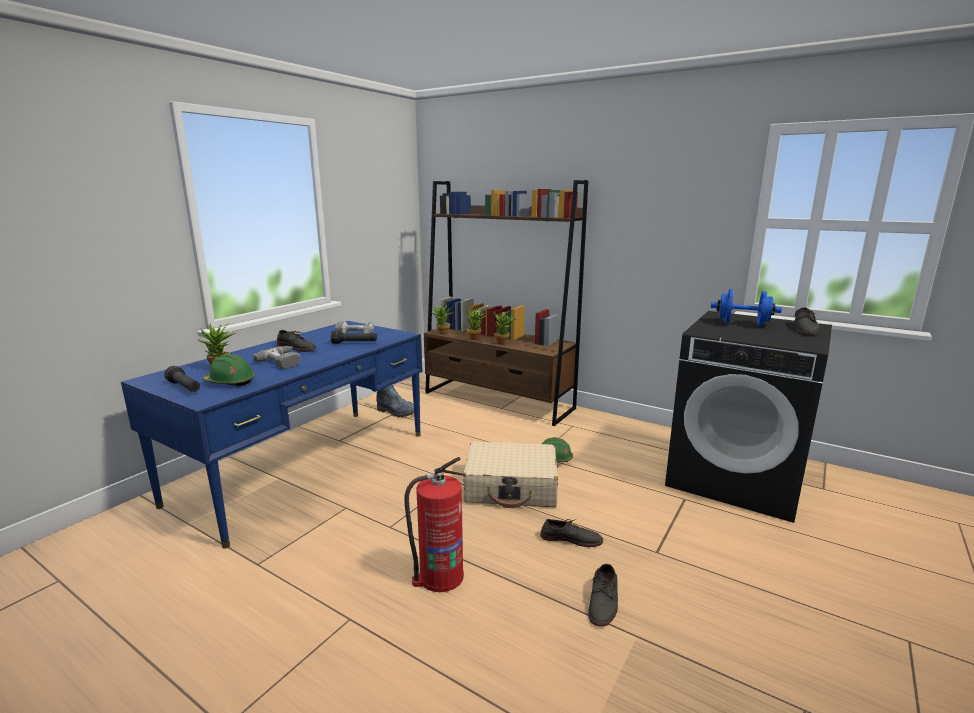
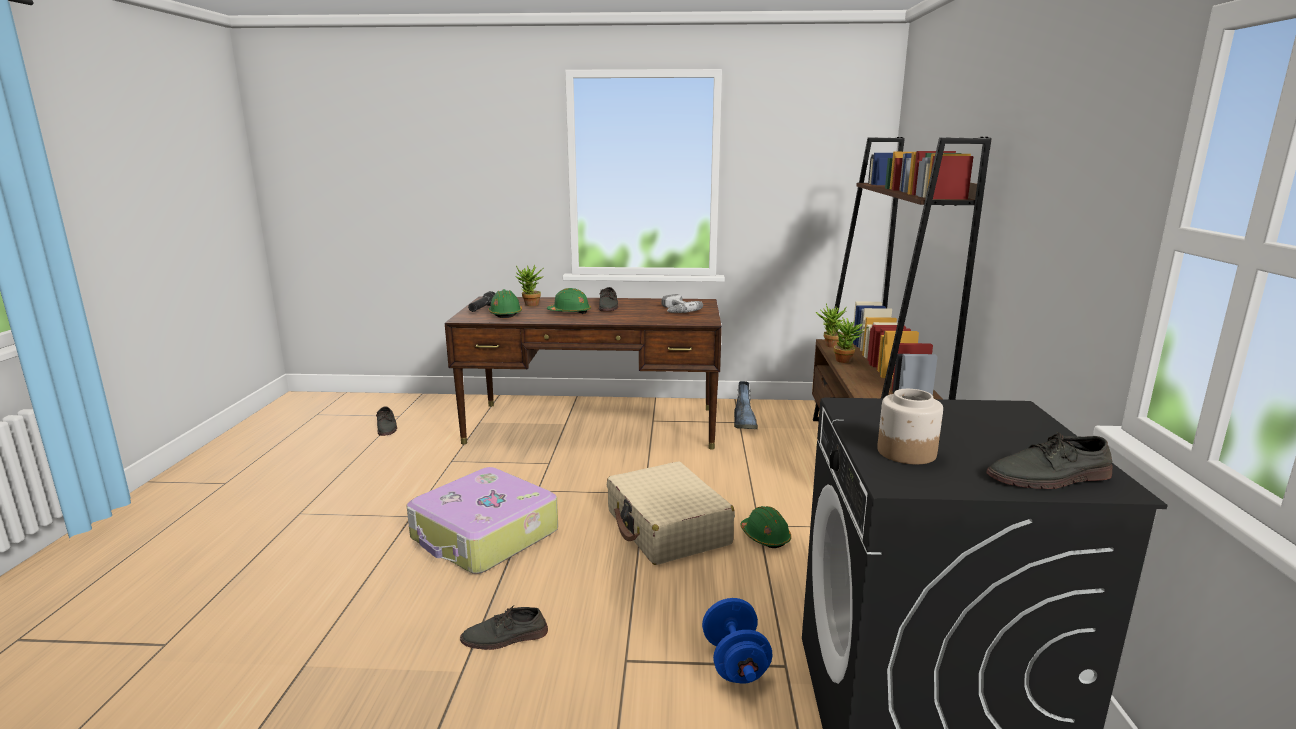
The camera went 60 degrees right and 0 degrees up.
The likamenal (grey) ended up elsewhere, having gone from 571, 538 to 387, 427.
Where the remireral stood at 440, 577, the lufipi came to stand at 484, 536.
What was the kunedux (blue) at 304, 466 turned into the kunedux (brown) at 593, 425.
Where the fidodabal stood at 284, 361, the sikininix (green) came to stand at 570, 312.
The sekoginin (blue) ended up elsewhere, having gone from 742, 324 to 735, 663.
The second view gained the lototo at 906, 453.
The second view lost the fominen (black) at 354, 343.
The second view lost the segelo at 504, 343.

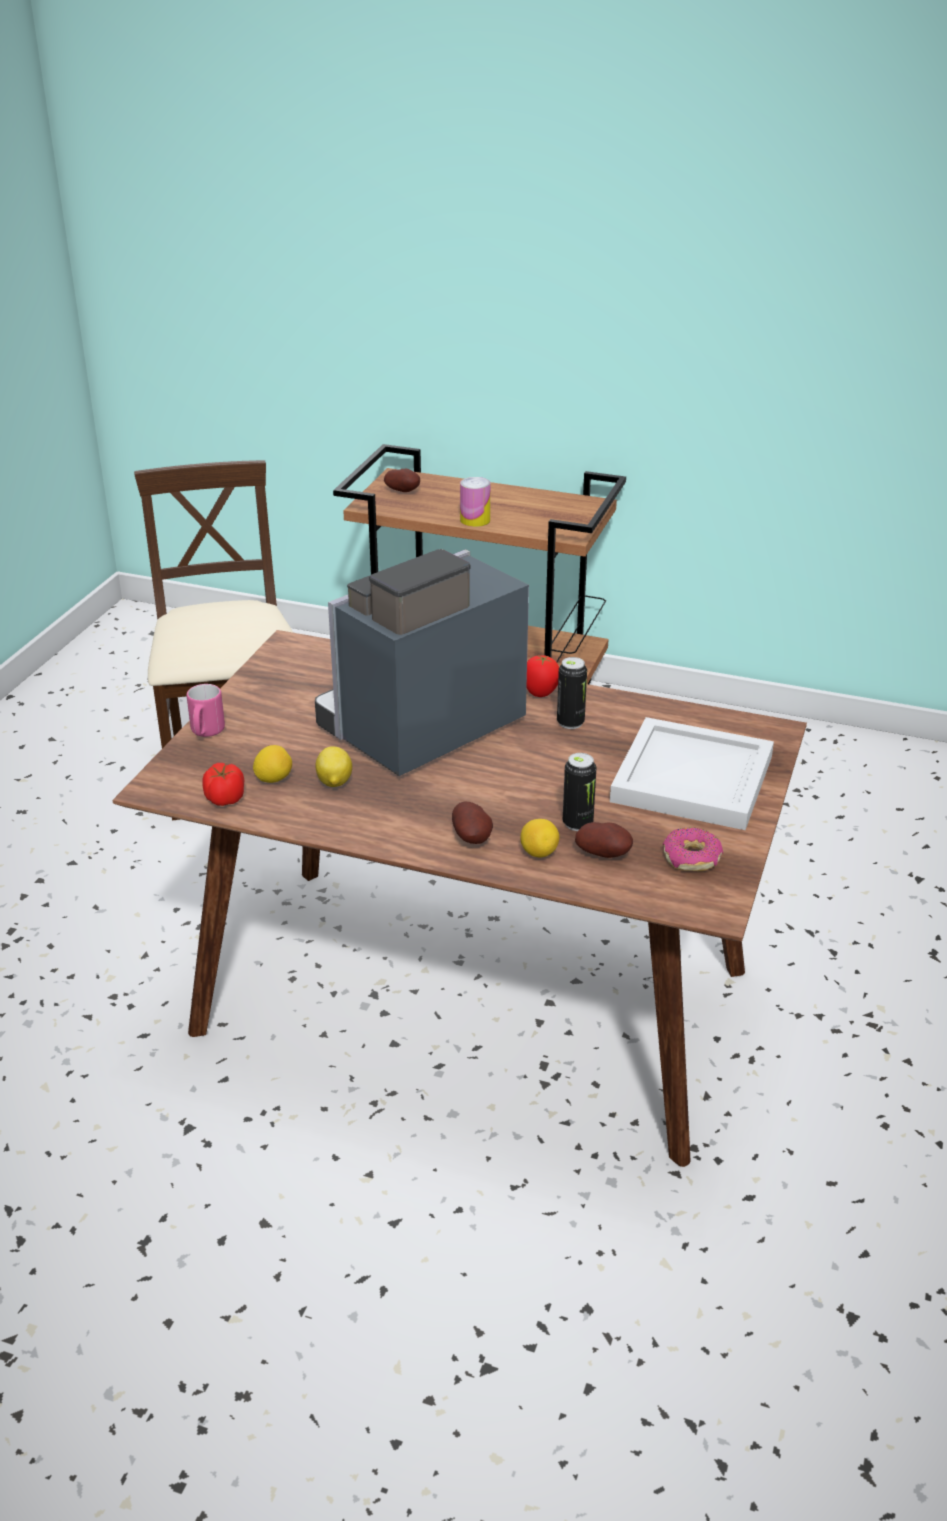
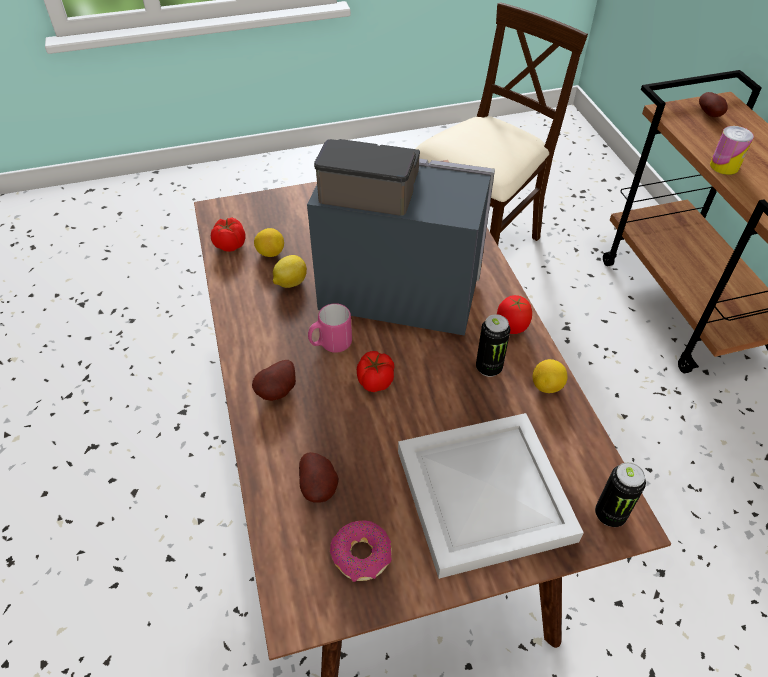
The camera went 55 degrees right and 15 degrees up.
The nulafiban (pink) ended up elsewhere, having gone from 206, 733 to 330, 344.
The second view gained the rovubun at 375, 382.
The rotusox ended up elsewhere, having gone from 539, 853 to 547, 386.
The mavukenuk ended up elsewhere, having gone from 577, 823 to 610, 514.

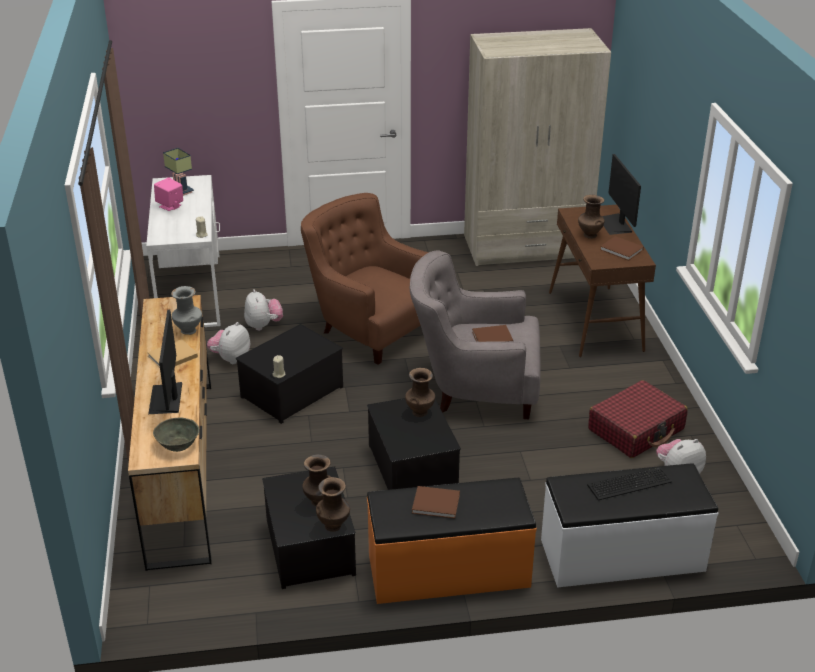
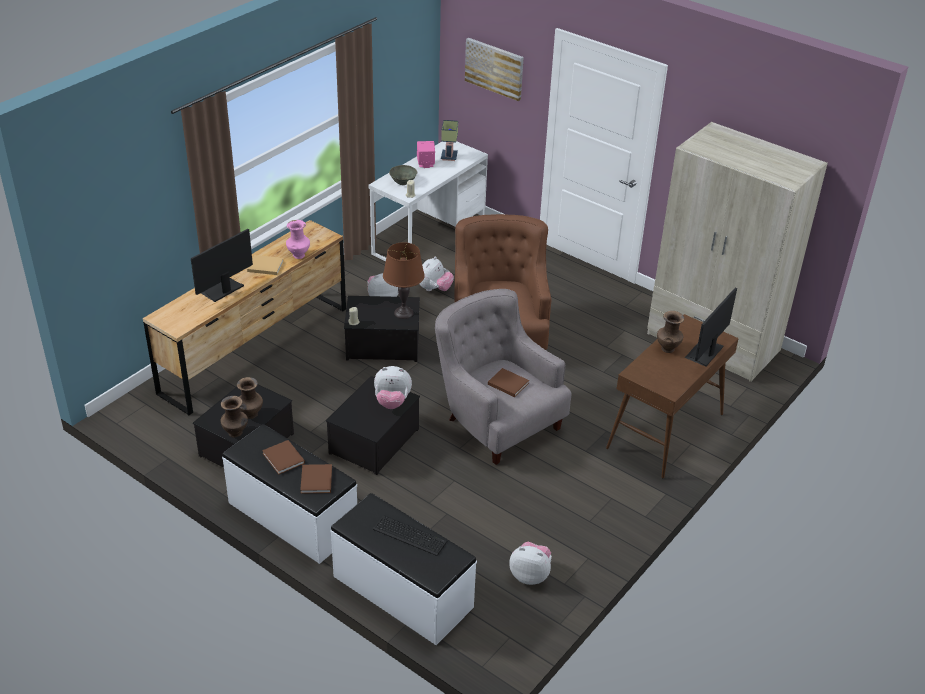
The camera went 45 degrees right and 5 degrees up.
What was the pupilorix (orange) at 448, 571 turned into the pupilorix (white) at 292, 517.
What was the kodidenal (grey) at 189, 331 turned into the kodidenal (pink) at 298, 256.
The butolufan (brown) ended up elsewhere, having gone from 622, 250 to 316, 481.
Where the kodidenal (brown) stood at 420, 411, the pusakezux came to stand at 392, 402.
The second view gained the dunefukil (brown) at 403, 313.
The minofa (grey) ended up elsewhere, having gone from 177, 445 to 402, 181.
The second view gained the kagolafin at 494, 68.
The second view lost the lufipi (red) at 636, 429.

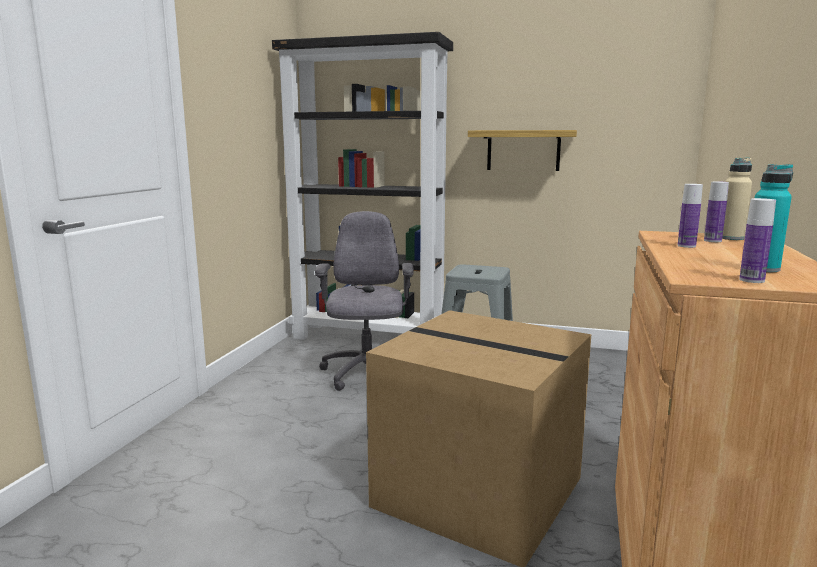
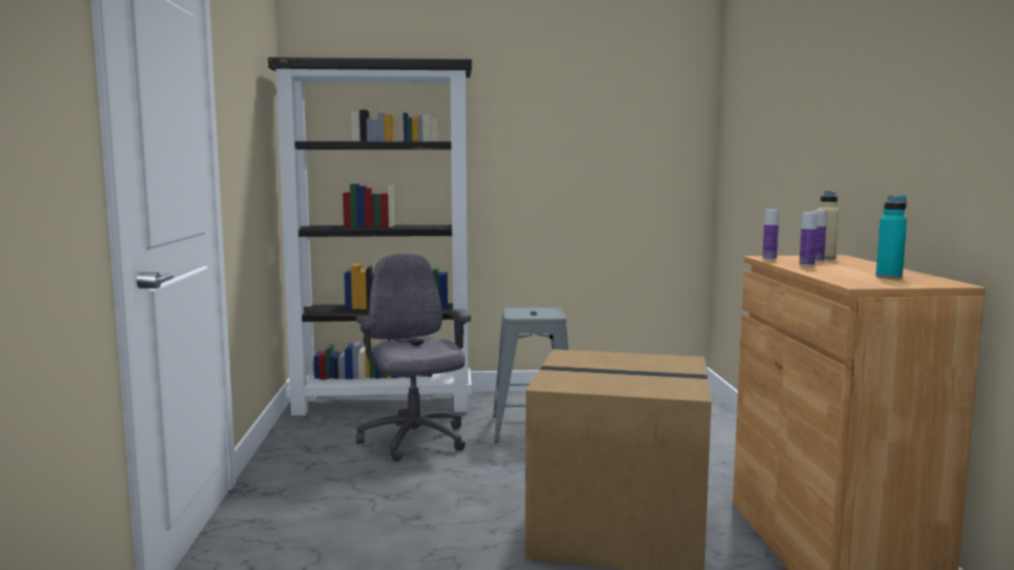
The camera went 20 degrees left and 5 degrees down.
The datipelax ended up elsewhere, having gone from 751, 280 to 769, 258.
The second view lost the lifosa at 523, 150.

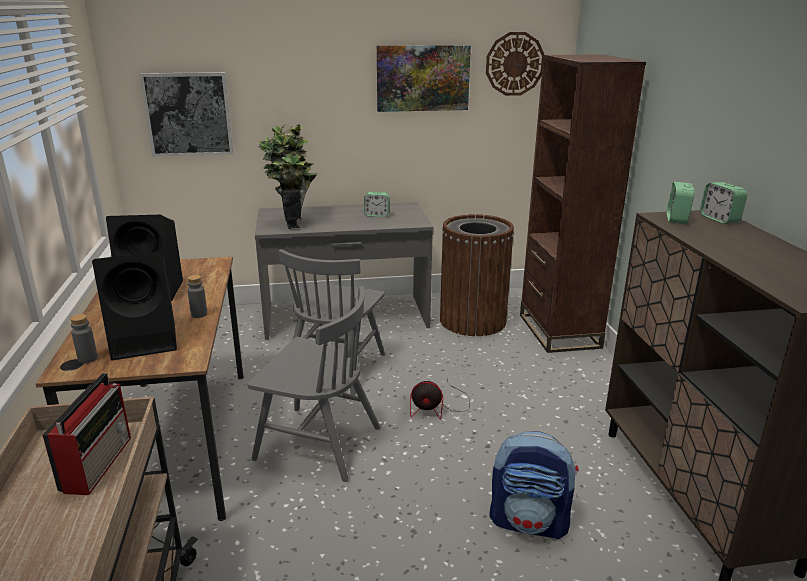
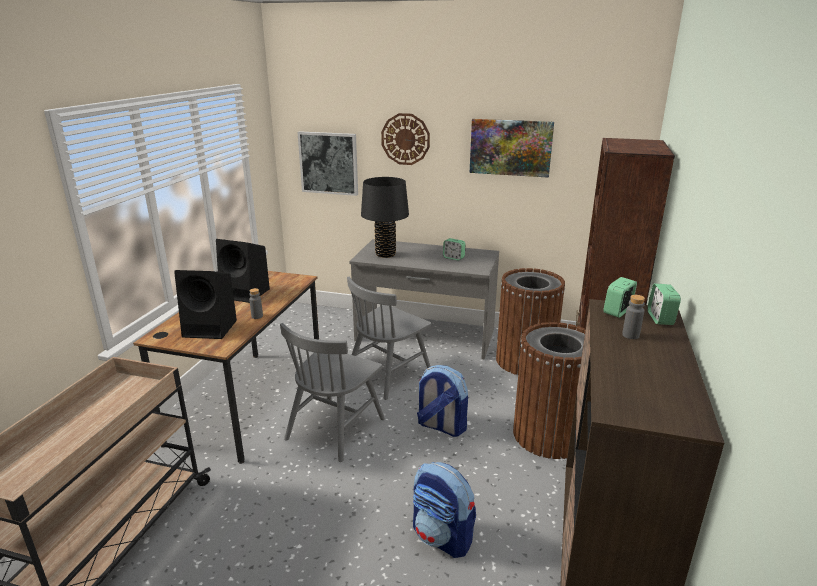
The camera went 25 degrees right and 0 degrees up.
The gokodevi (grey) at 317, 443 ended up facing another way, 75 degrees clockwise from before.
Where the segelo stood at 293, 222, the dunefukil (black) came to stand at 385, 254.
The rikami ended up elsewhere, having gone from 514, 64 to 405, 139.
Where the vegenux stood at 438, 407, the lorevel came to stand at 441, 426.
The second view gained the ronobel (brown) at 549, 435.
The datipelax (grey) ended up elsewhere, having gone from 88, 358 to 630, 335.
The second view lost the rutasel at 98, 462.

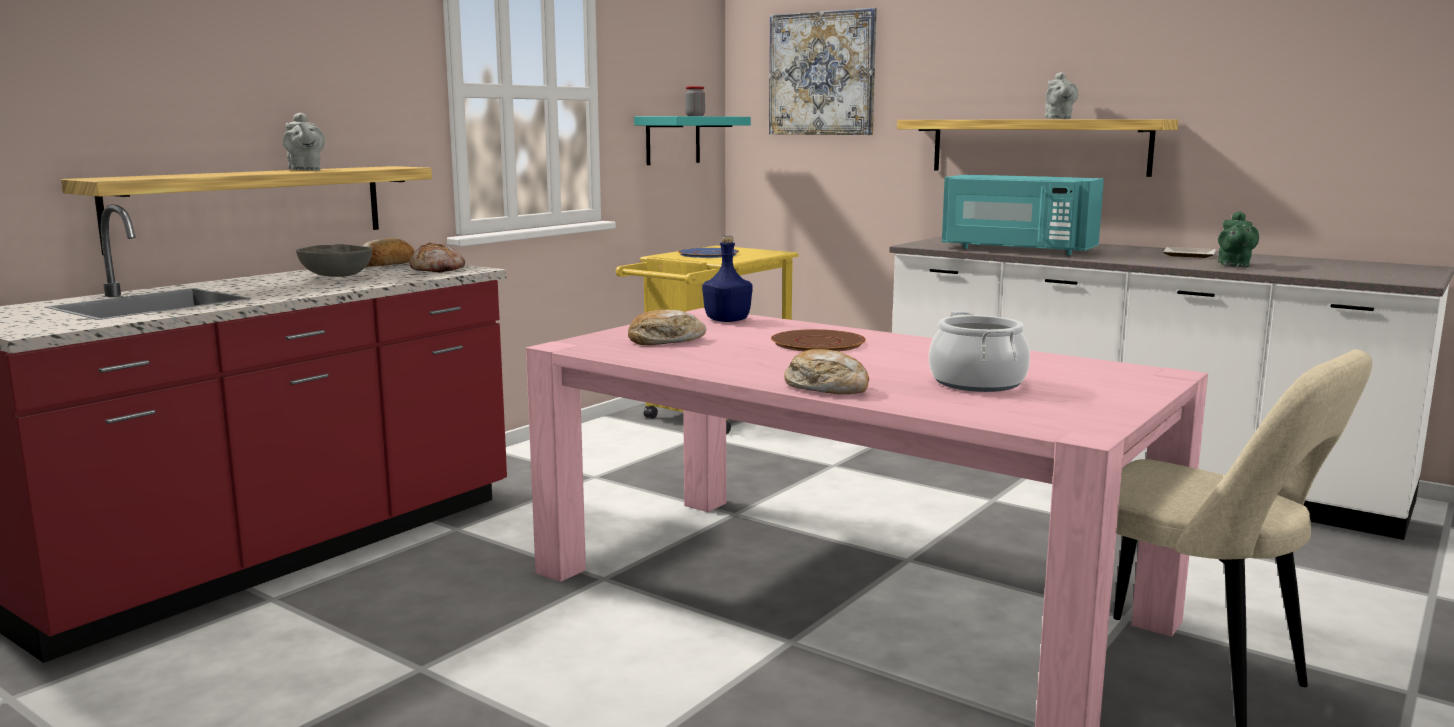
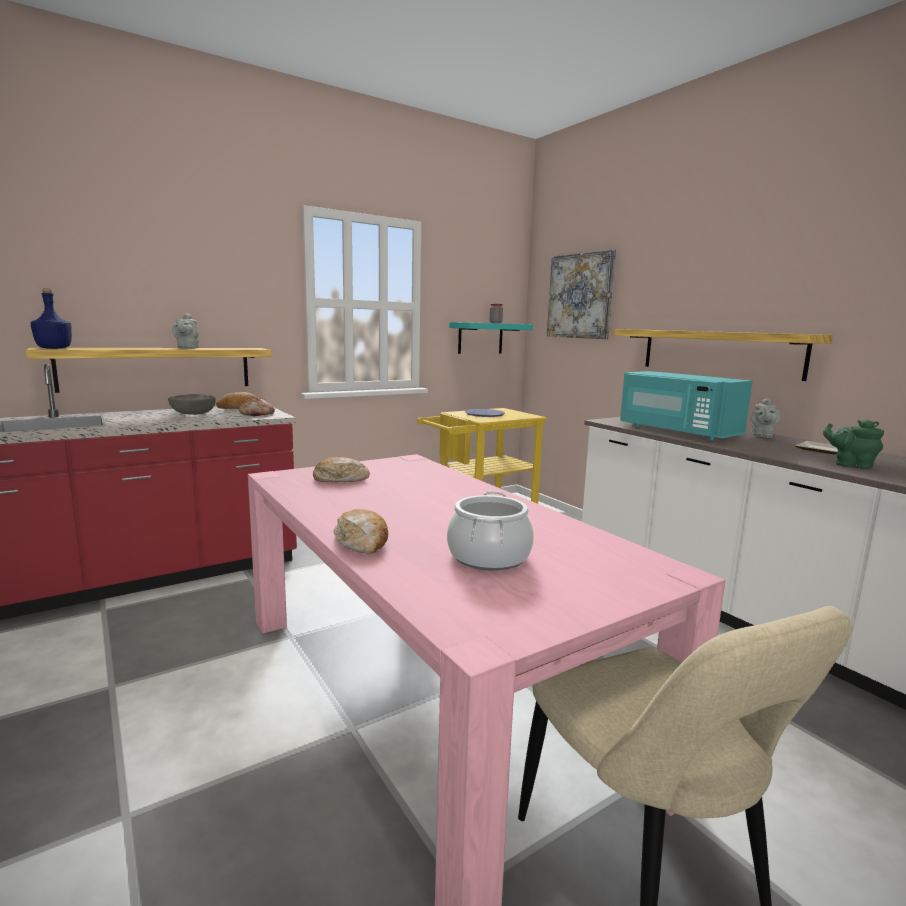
The camera went 20 degrees right and 0 degrees up.
The datipelax (blue) ended up elsewhere, having gone from 726, 320 to 53, 348.
The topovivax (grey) ended up elsewhere, having gone from 1058, 119 to 761, 436.
The topovivax (green) at 1234, 265 ended up facing another way, 90 degrees clockwise from before.
The second view lost the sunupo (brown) at 817, 343.

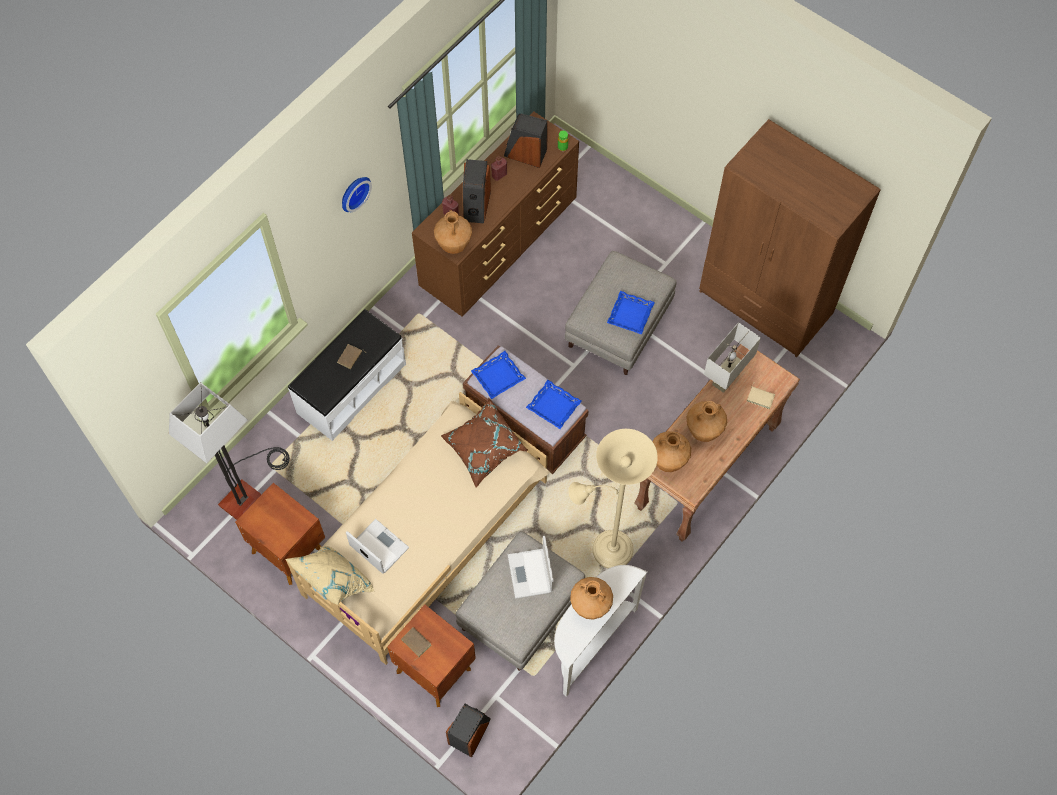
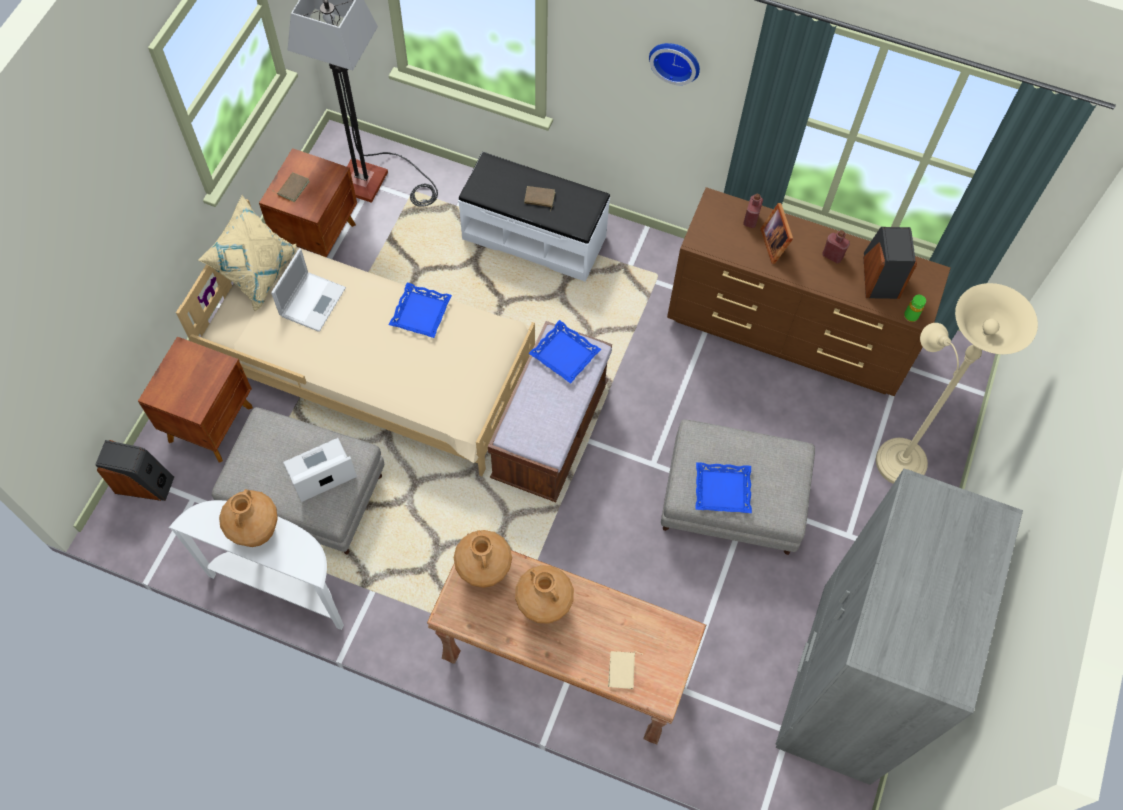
The camera went 70 degrees right and 0 degrees up.
The butolufan (brown) ended up elsewhere, having gone from 415, 643 to 292, 187.
The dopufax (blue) ended up elsewhere, having gone from 554, 406 to 421, 313.
Where the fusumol stood at 476, 205, the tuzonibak came to stand at 775, 243.
What was the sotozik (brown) at 765, 303 turned into the sotozik (grey) at 844, 683.
The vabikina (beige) ended up elsewhere, having gone from 607, 549 to 898, 456.
The second view lost the kodidenal (brown) at 454, 245.
The second view lost the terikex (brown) at 483, 449.
The second view lost the dunefukil (white) at 725, 379.

